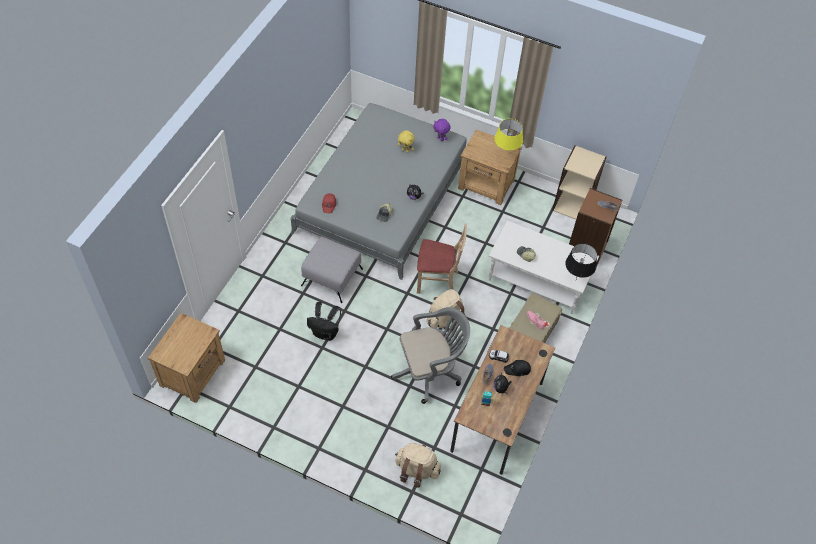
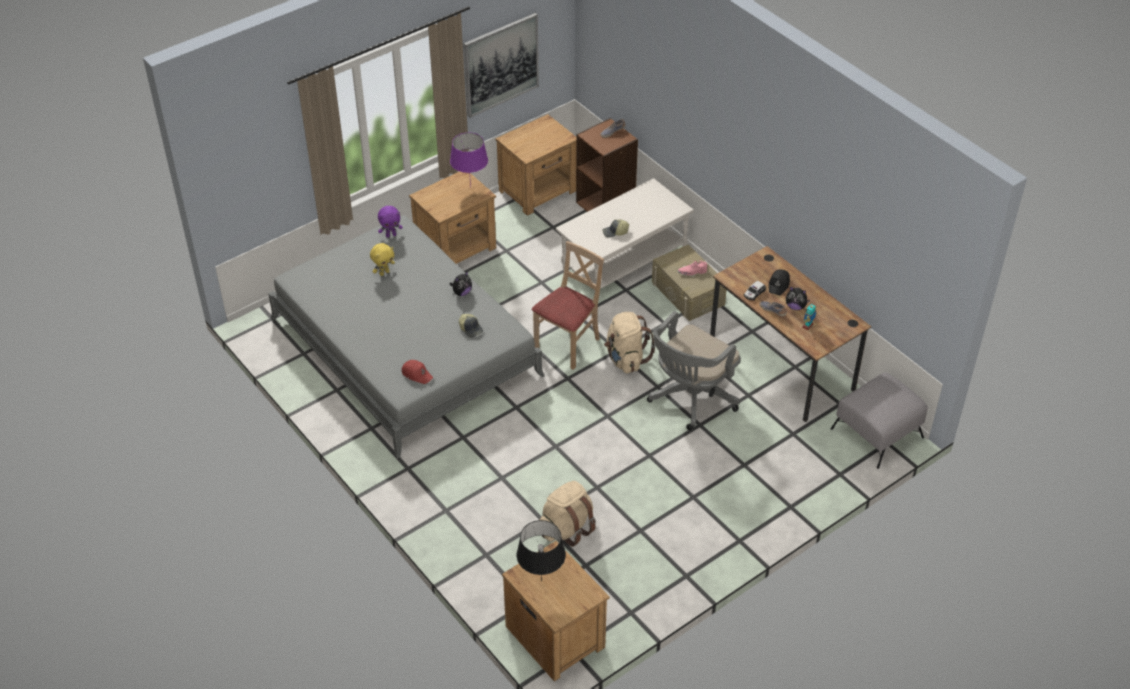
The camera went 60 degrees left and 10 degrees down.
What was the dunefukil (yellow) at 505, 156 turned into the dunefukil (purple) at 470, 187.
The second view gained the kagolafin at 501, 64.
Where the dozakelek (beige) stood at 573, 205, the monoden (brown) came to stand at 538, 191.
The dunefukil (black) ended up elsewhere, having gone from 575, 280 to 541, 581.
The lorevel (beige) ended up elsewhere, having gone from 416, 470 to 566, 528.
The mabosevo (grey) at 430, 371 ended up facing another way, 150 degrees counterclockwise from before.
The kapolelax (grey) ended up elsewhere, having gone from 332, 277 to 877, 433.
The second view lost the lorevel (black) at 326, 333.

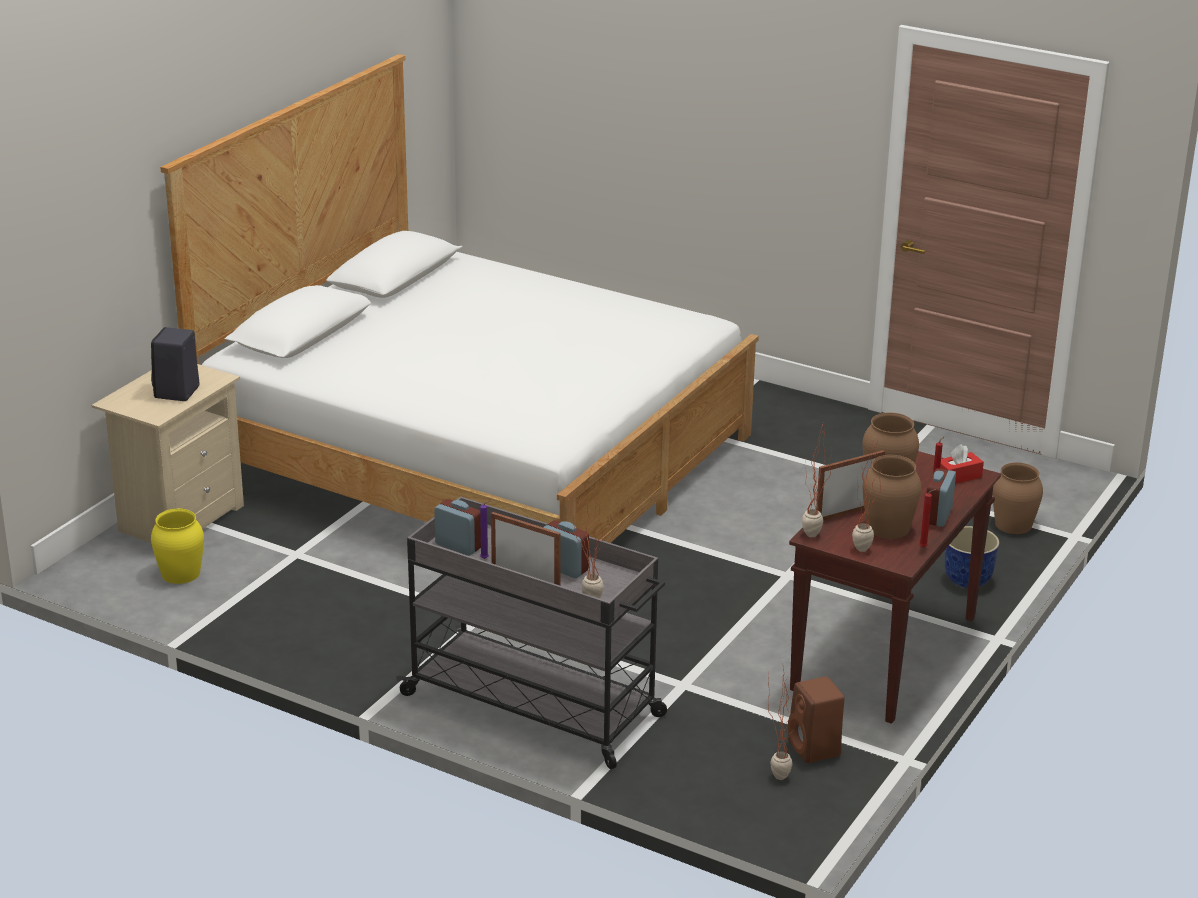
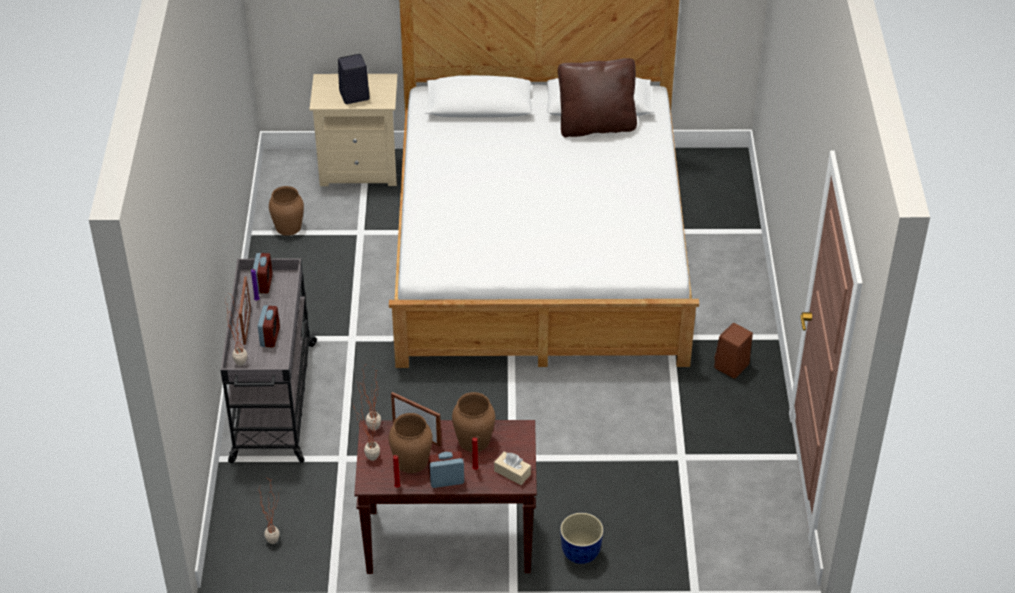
The camera went 60 degrees right and 15 degrees up.
The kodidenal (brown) ended up elsewhere, having gone from 1014, 524 to 288, 227.
What was the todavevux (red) at 958, 476 turned into the todavevux (beige) at 512, 473.
The second view gained the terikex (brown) at 596, 126.
The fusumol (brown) ended up elsewhere, having gone from 815, 749 to 731, 367.
The second view lost the kodidenal (yellow) at 181, 573.

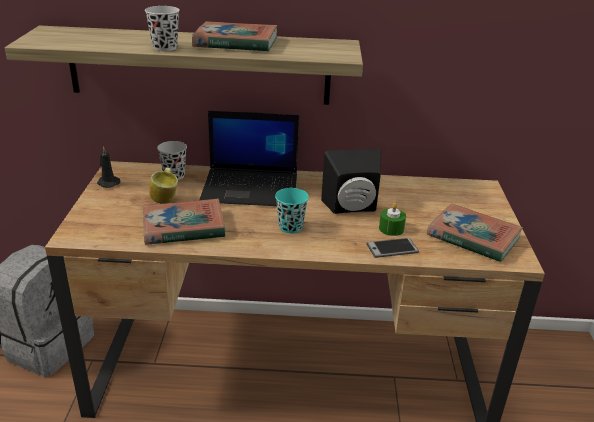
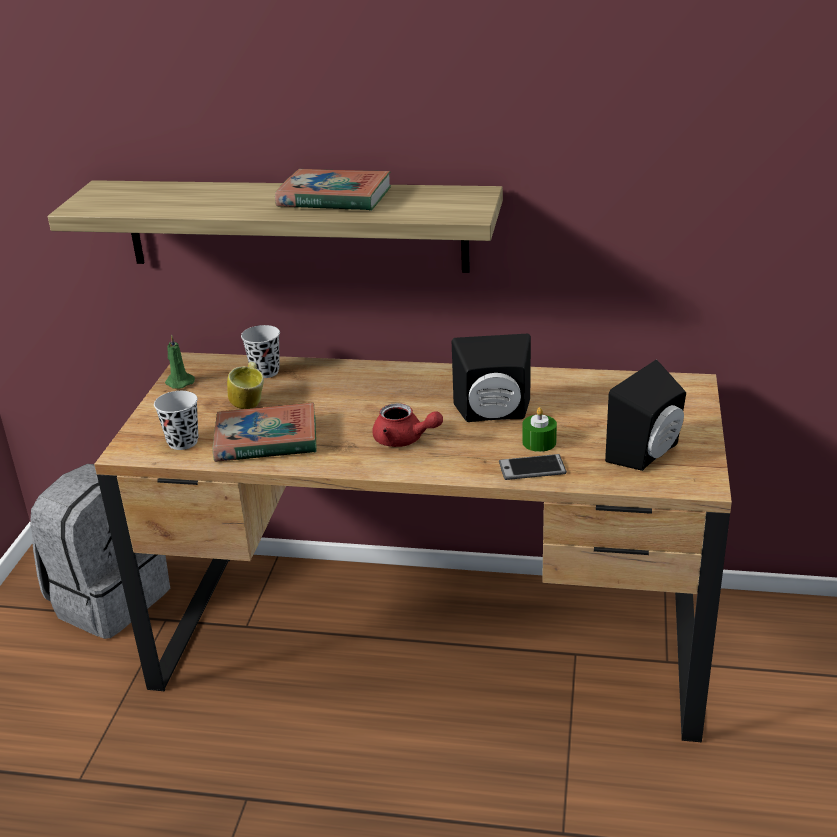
The camera went 10 degrees right and 0 degrees up.
The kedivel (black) ended up elsewhere, having gone from 165, 47 to 183, 442.
What was the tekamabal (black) at 107, 183 turned into the tekamabal (green) at 179, 382.
Where the kedivel (turquoise) stood at 290, 227, the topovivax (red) came to stand at 404, 440.
Where the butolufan stood at 473, 237, the fusumol (black) came to stand at 649, 454.
The second view lost the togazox at 252, 188.

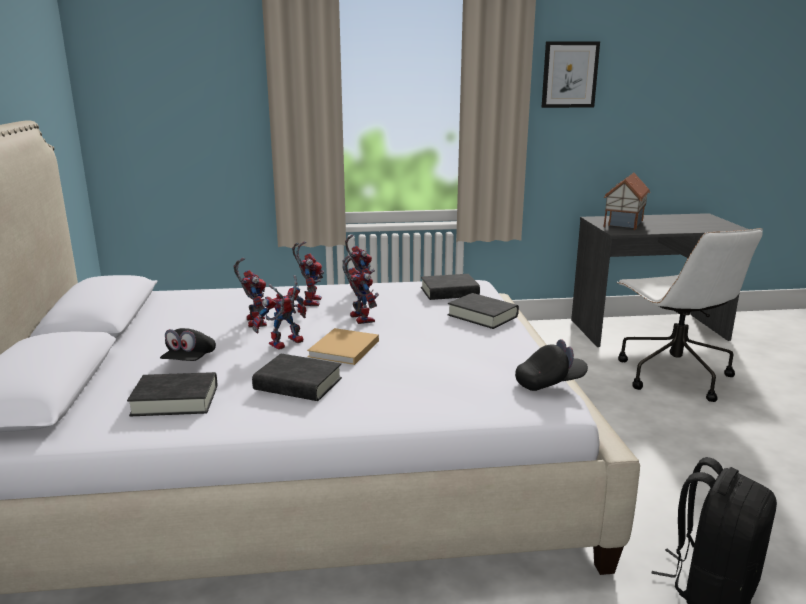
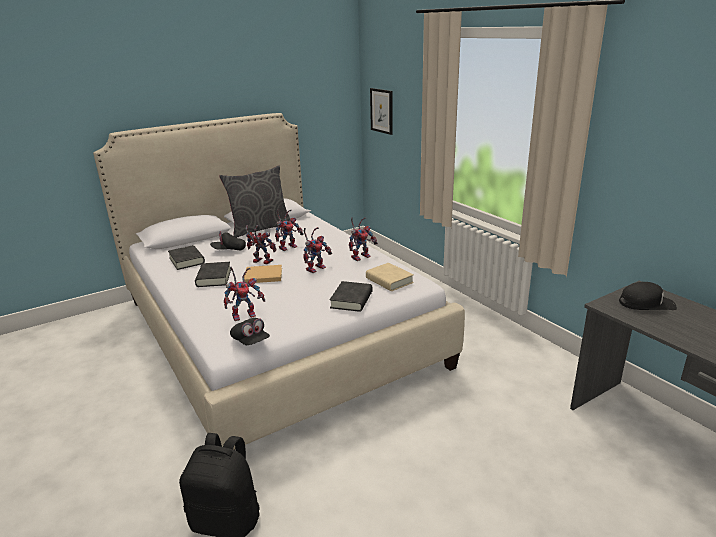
The camera went 65 degrees right and 5 degrees up.
The second view gained the terikex (grey) at 260, 228.
The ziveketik ended up elsewhere, having gone from 310, 301 to 245, 314.
What was the butolufan (black) at 449, 292 turned into the butolufan (beige) at 389, 280.
The kagolafin ended up elsewhere, having gone from 569, 74 to 382, 111.
Where the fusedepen stood at 623, 223, the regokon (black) came to stand at 646, 303.
The second view lost the mabosevo (white) at 672, 375.

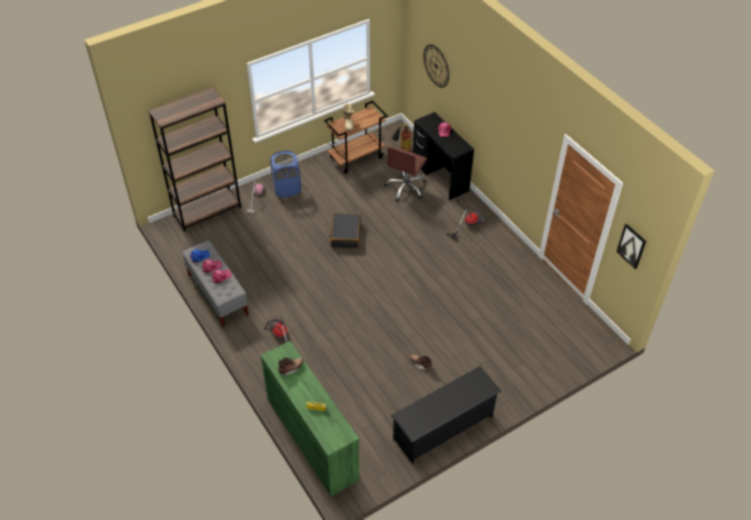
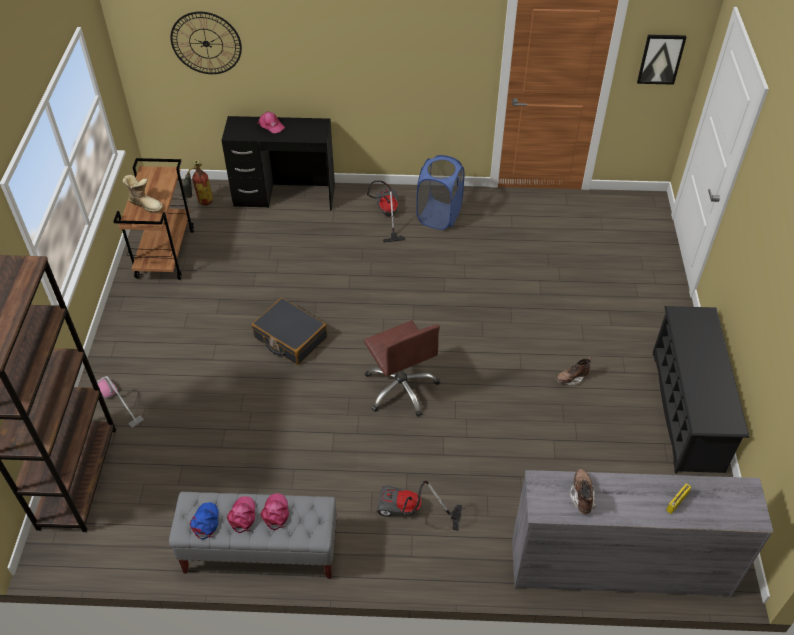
The camera went 55 degrees left and 0 degrees up.
The mabosevo (brown) ended up elsewhere, having gone from 406, 188 to 401, 388.
The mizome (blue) ended up elsewhere, having gone from 287, 189 to 439, 216.
What was the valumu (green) at 312, 438 turned into the valumu (grey) at 618, 566.

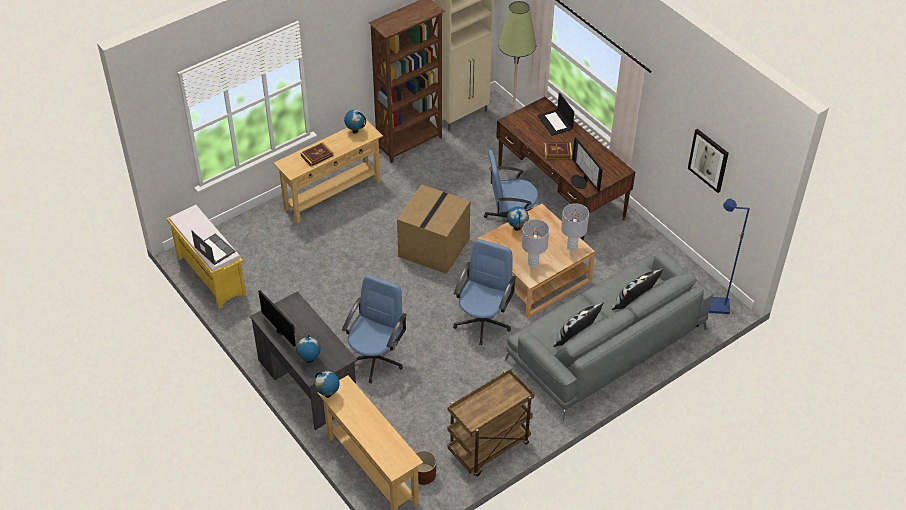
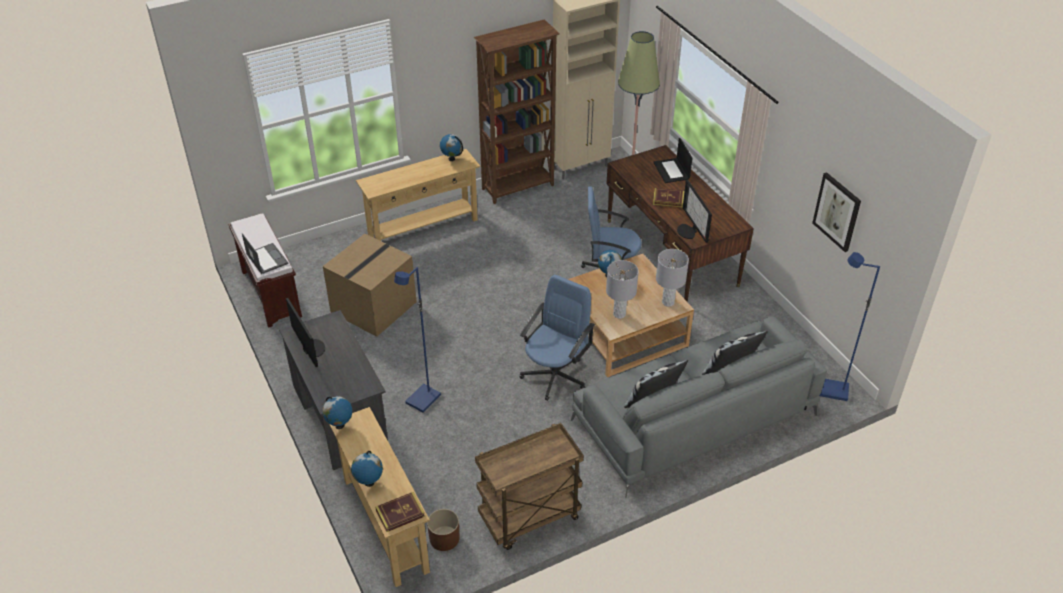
The camera went 10 degrees right and 5 degrees down.
What was the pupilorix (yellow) at 210, 275 turned into the pupilorix (brown) at 270, 293.
The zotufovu ended up elsewhere, having gone from 433, 246 to 373, 306.
The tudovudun ended up elsewhere, having gone from 309, 360 to 369, 483.
The butolufan ended up elsewhere, having gone from 317, 155 to 400, 513.
Where the mabosevo (blue) stood at 375, 358, the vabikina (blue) came to stand at 423, 400.

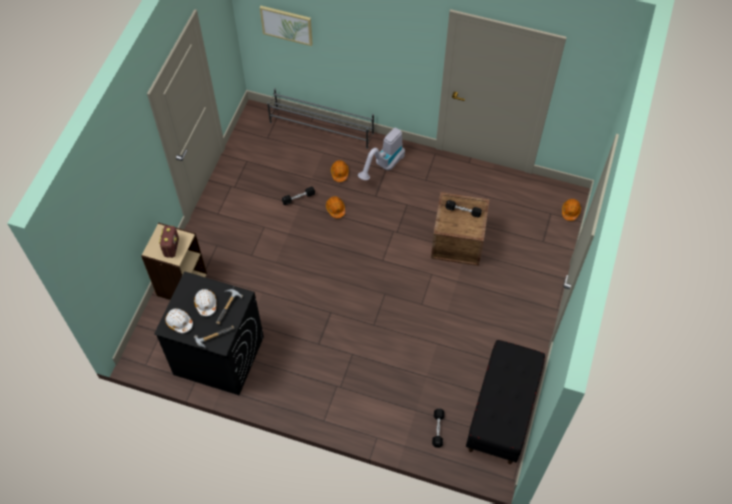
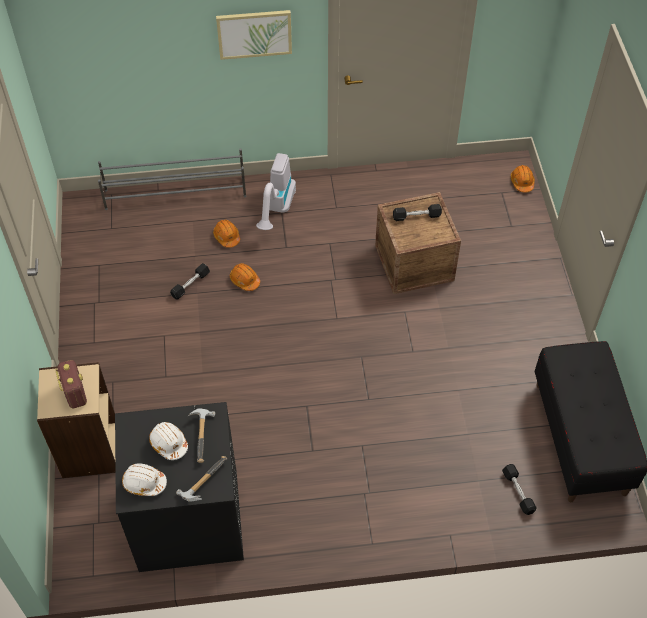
The camera went 25 degrees left and 5 degrees down.
The kagolafin ended up elsewhere, having gone from 286, 24 to 254, 33.

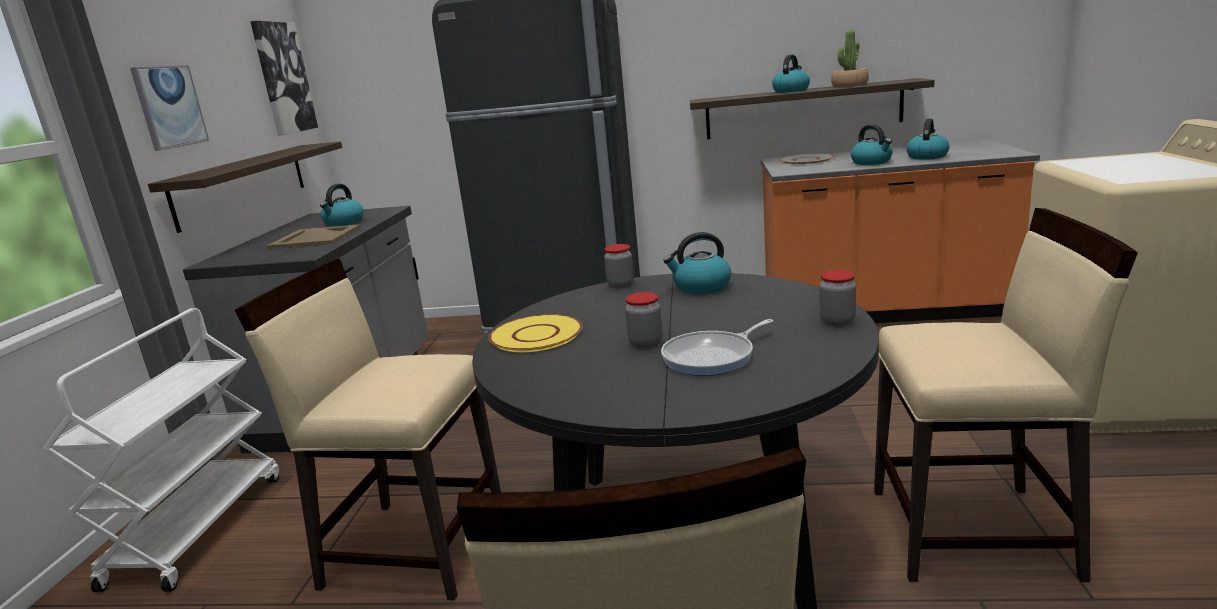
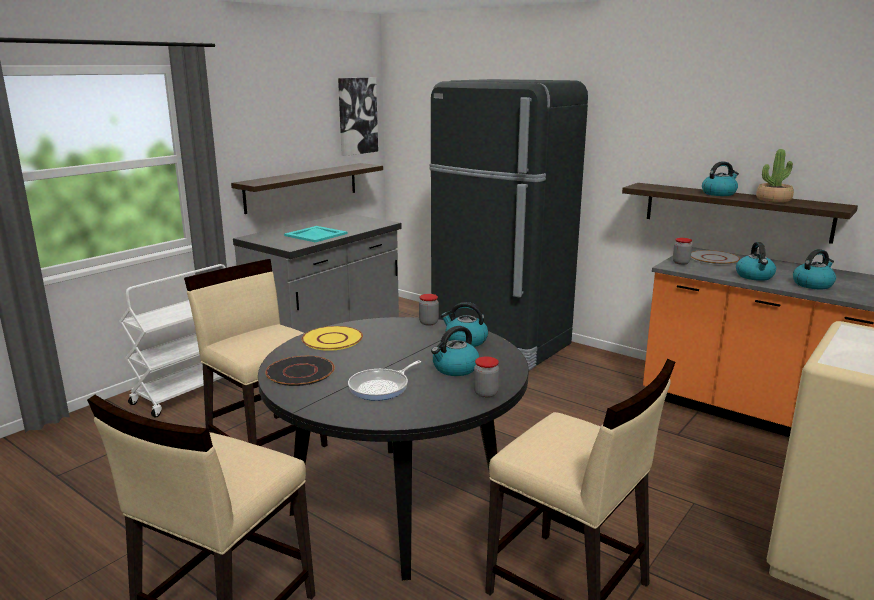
The camera went 30 degrees right and 0 degrees up.
The second view gained the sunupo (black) at 300, 372.
What was the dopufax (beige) at 314, 238 turned into the dopufax (turquoise) at 315, 234.
The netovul at 712, 357 ended up facing another way, 45 degrees counterclockwise from before.
The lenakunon ended up elsewhere, having gone from 344, 222 to 455, 369.
The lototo ended up elsewhere, having gone from 645, 343 to 680, 263.
The second view lost the kagolafin at 169, 107.

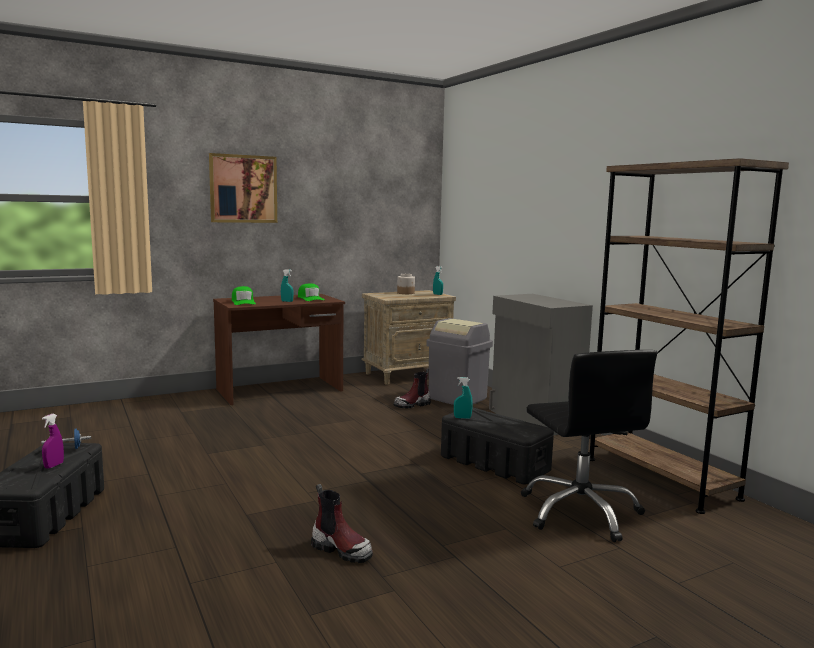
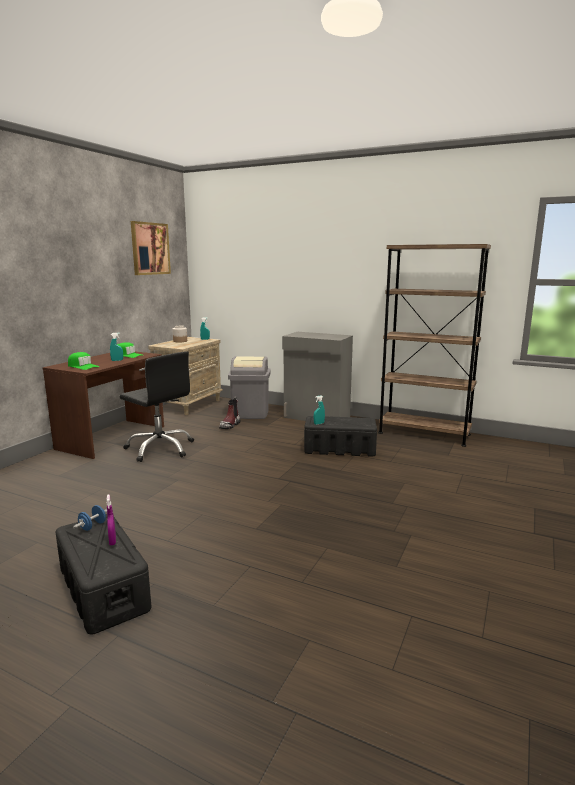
The camera went 35 degrees left and 5 degrees up.
The mabosevo (black) ended up elsewhere, having gone from 580, 512 to 160, 448.
The kagolafin ended up elsewhere, having gone from 243, 189 to 150, 248.
The second view lost the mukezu at 342, 550.

